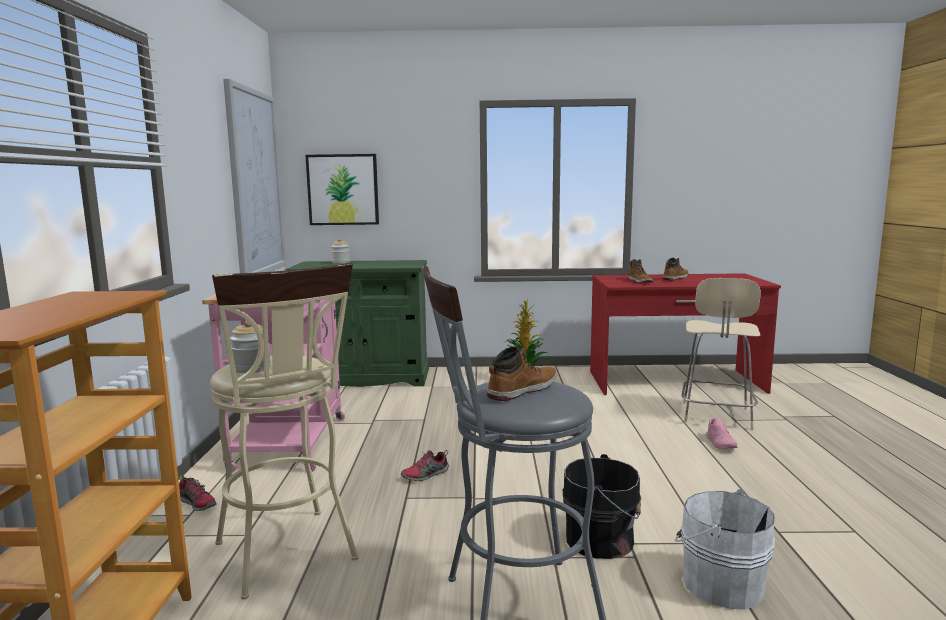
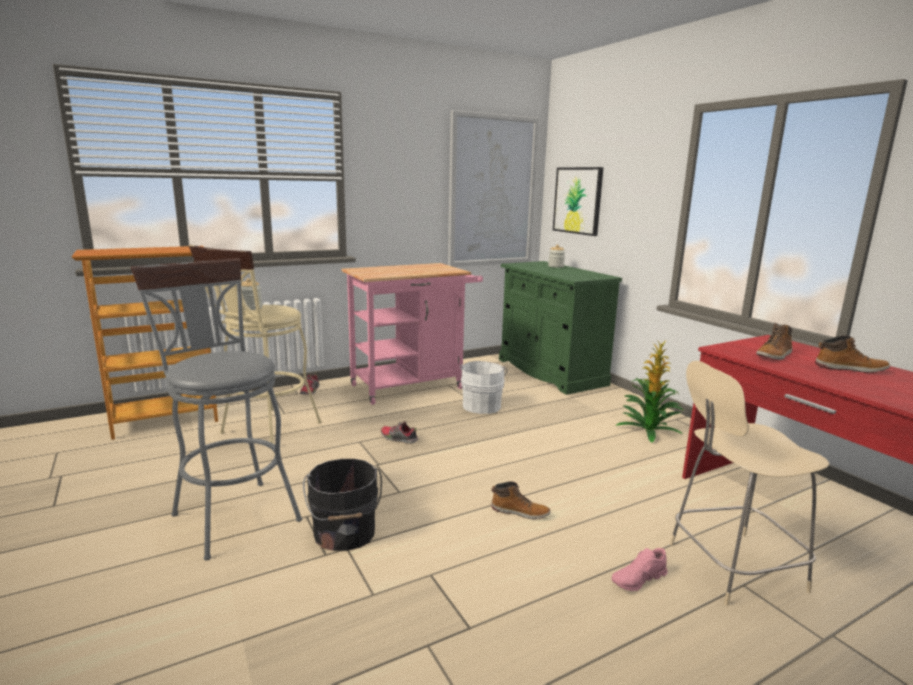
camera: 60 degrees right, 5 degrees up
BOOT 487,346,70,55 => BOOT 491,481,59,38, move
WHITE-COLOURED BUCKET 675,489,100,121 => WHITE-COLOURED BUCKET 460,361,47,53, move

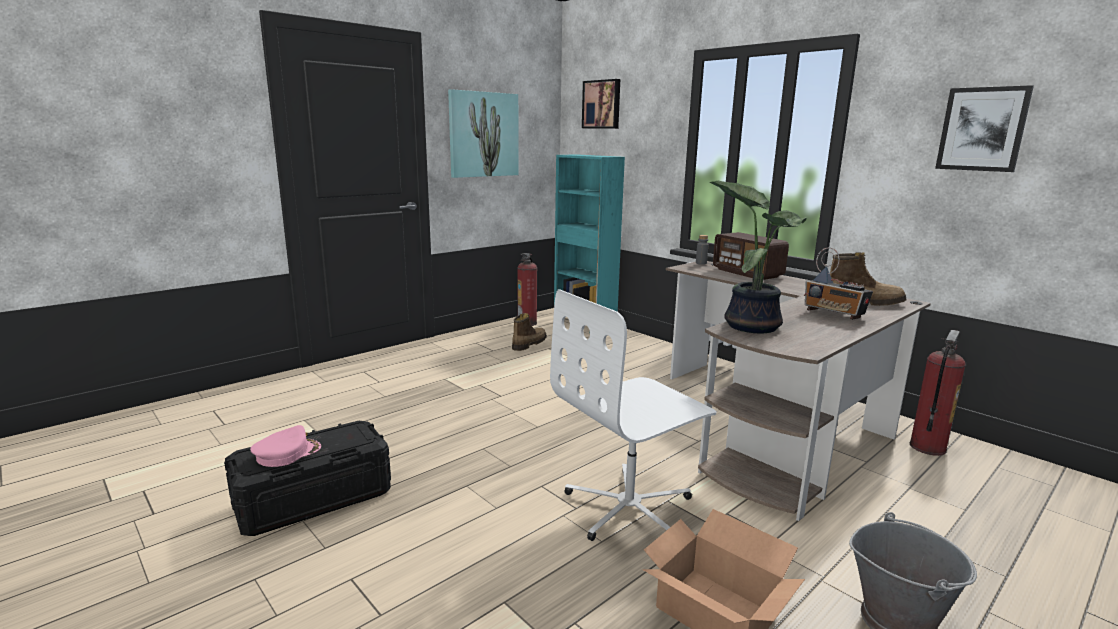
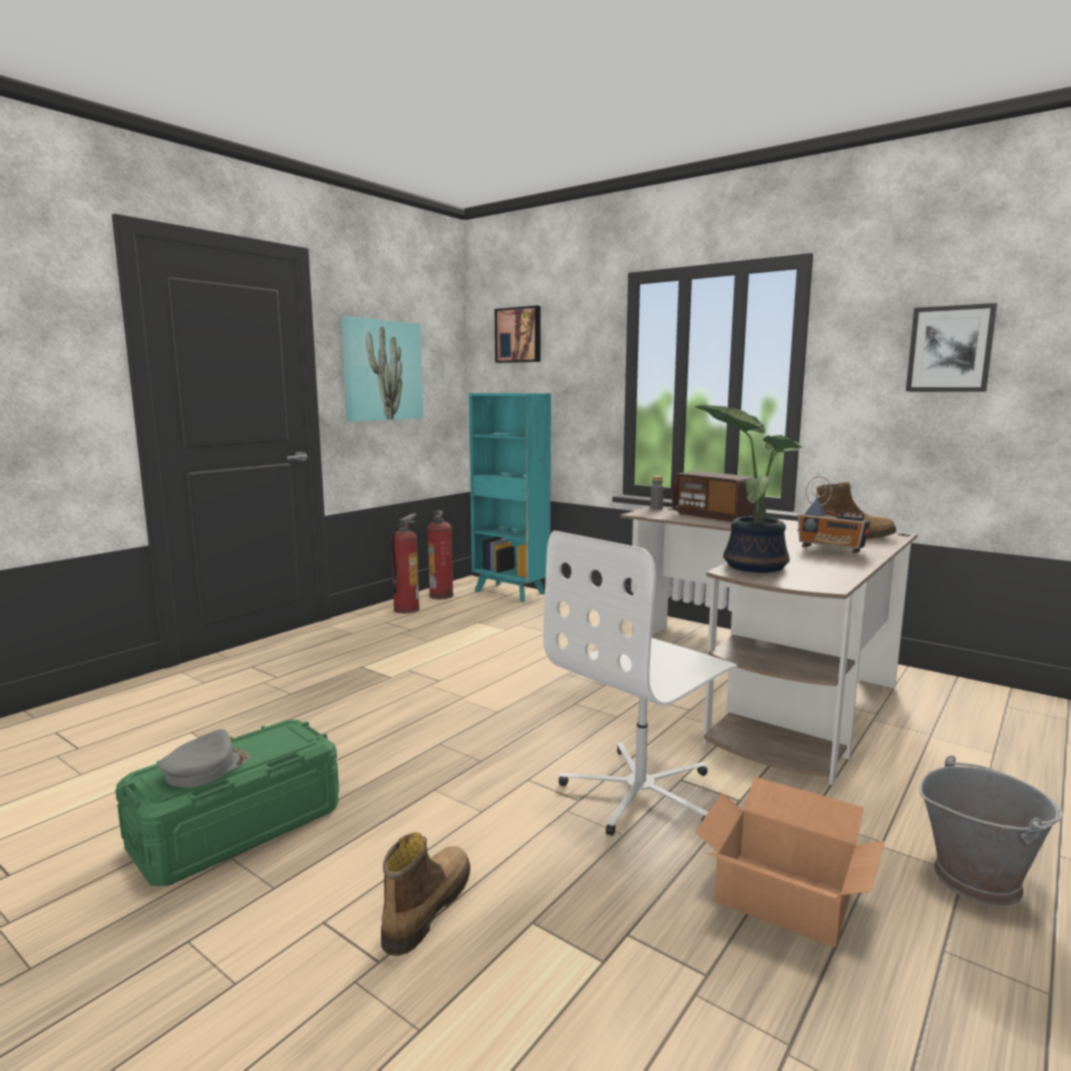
camera: 10 degrees left, 5 degrees down
BOOT 512,313,35,38 => BOOT 381,832,89,124, move
EXTINGUISHER 910,330,56,126 => EXTINGUISHER 391,514,29,99, move
BLACK-COLOURED STORAGE CONTAINER 224,421,167,115 => GREENISH STORAGE CONTAINER 115,720,224,166
PINKISH BASEBALL CAP 250,425,71,42 => GREYISH BASEBALL CAP 158,729,92,58

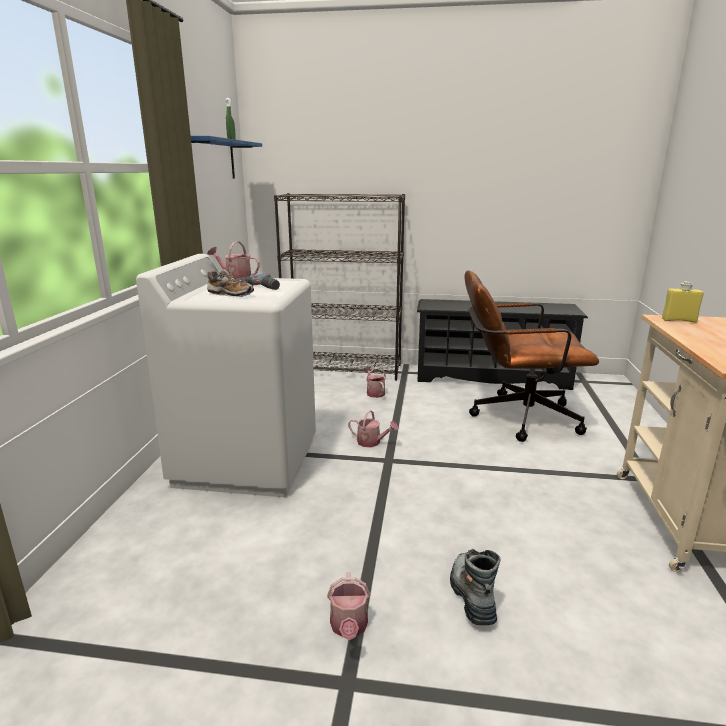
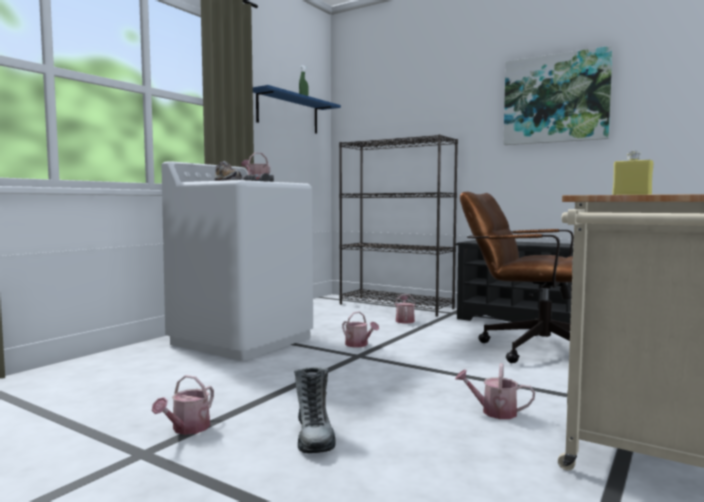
camera: 25 degrees right, 15 degrees down
BOOT 450,549,51,76 => BOOT 294,367,42,86, 150 degrees clockwise
nothing => WALL ART 503,46,110,99
nothing => SPRINKLING CAN 455,363,80,56

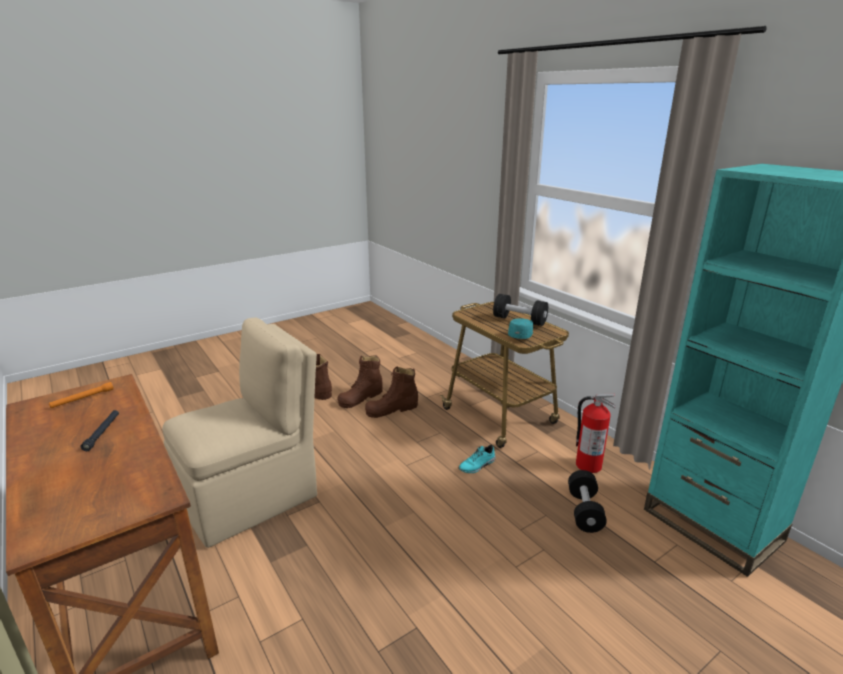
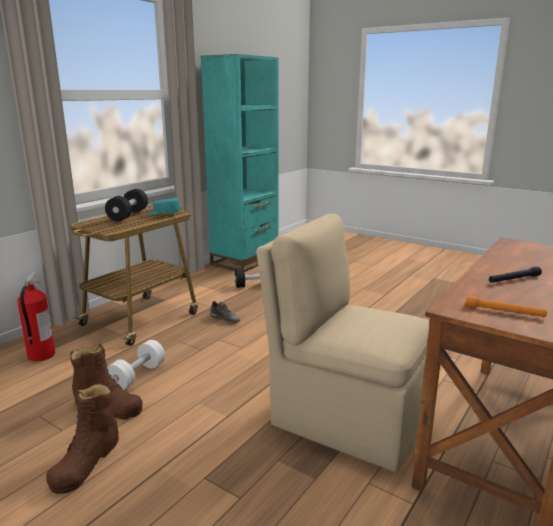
camera: 110 degrees left, 5 degrees down
BROWNISH BOOT 365,366,53,52 => WHITE-COLOURED DUMBBELL 107,340,58,50
EXTINGUISHER 576,394,40,79 => EXTINGUISHER 17,271,38,91, move
TURQUOISE-COLOURED SHOE 458,445,38,28 => GREYISH SHOE 210,301,30,23

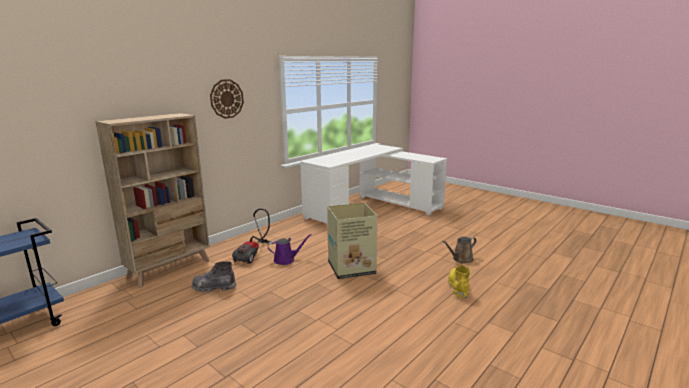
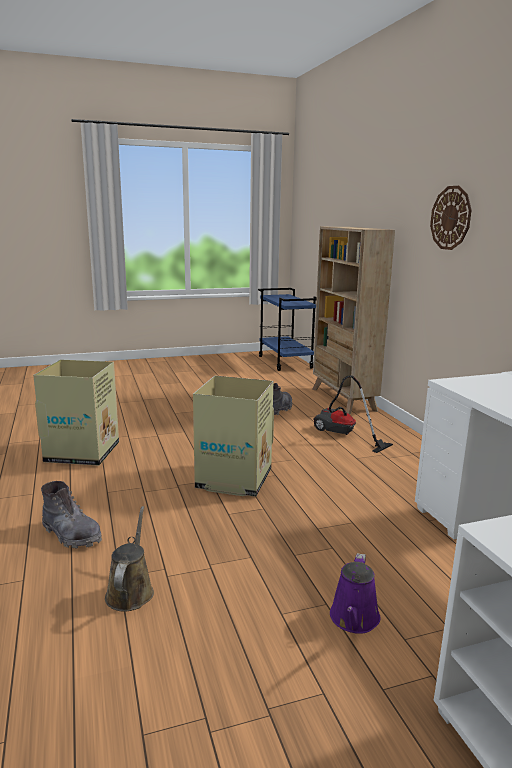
camera: 120 degrees right, 0 degrees up
PURPLE SPRINKLING CAN 268,234,44,31 => PURPLE SPRINKLING CAN 330,553,50,81, move
YELLOW BOOT 448,265,22,33 => GREYISH BOOT 41,481,61,67
nothing => CARTON 33,360,86,105

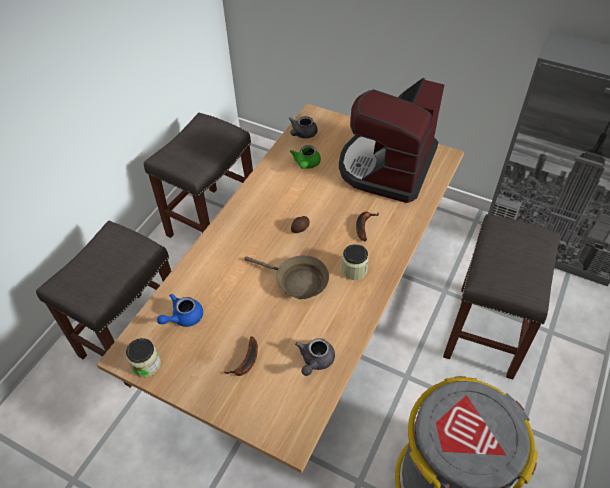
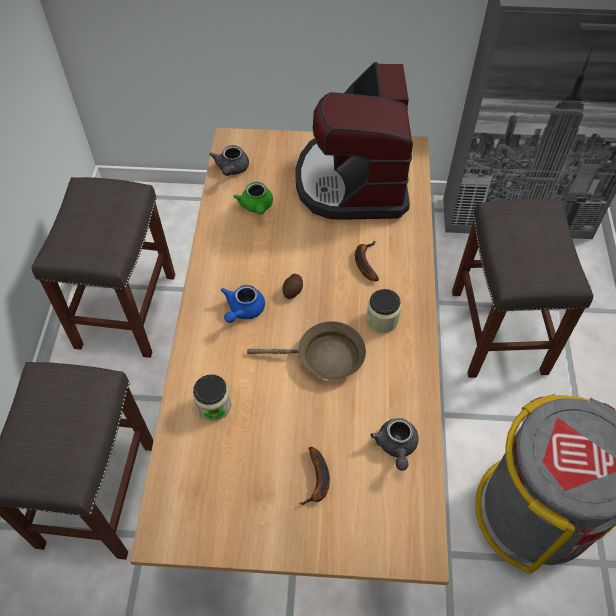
camera: 25 degrees left, 5 degrees up
BLUE TEA POT 157,294,46,33 => BLUE TEA POT 221,285,44,38, move
JAR 126,338,35,39 => JAR 193,375,38,46, move

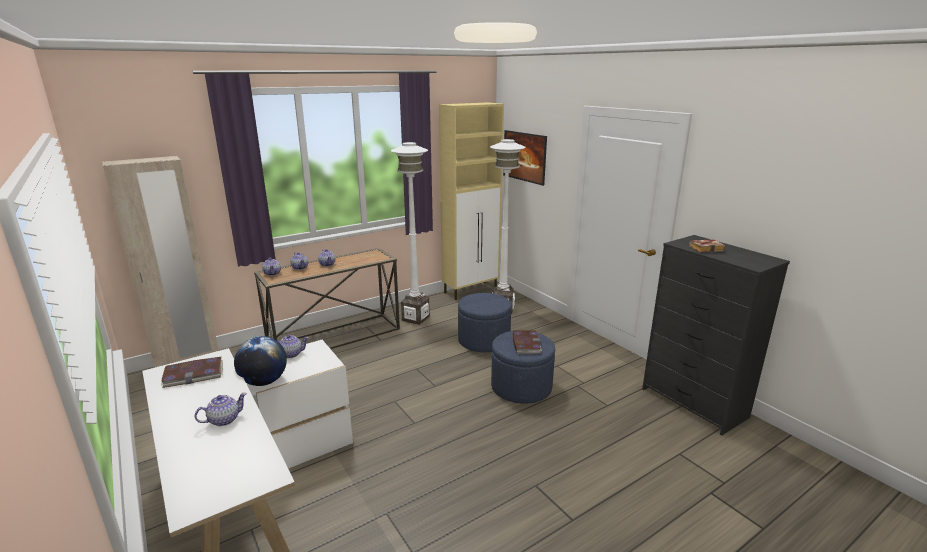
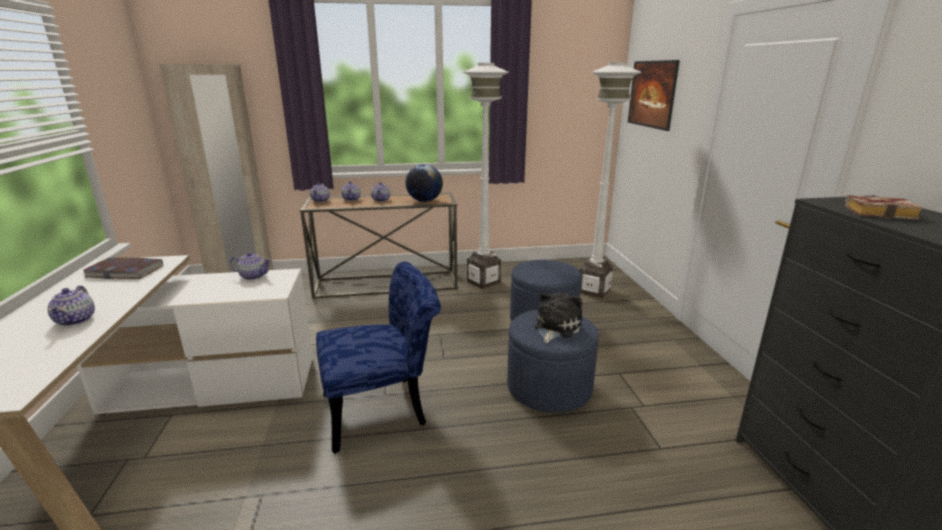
camera: 25 degrees right, 0 degrees up
SAND-COLOURED CUPBOARD 439,102,65,198 => nothing
BOOK 513,330,29,24 => PLUSH TOY 534,292,48,51
DESK GLOBE 234,336,53,50 => DESK GLOBE 405,164,38,38, move
TEA POT 195,393,52,33 => TEA POT 47,286,48,40, 90 degrees clockwise
nothing => BLUE UPRIGHT CHAIR 316,262,125,192

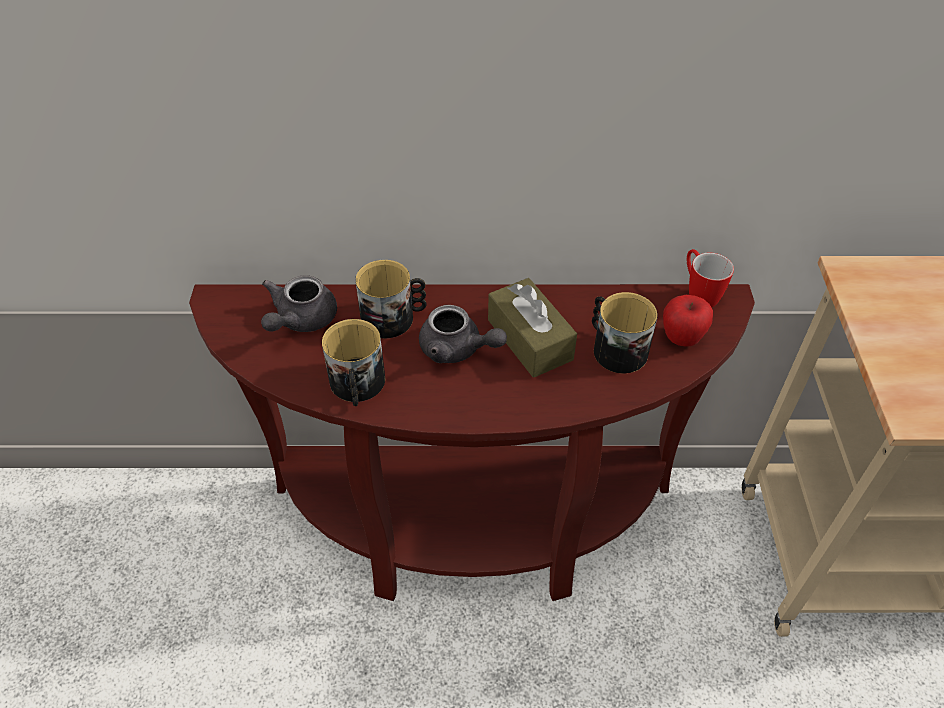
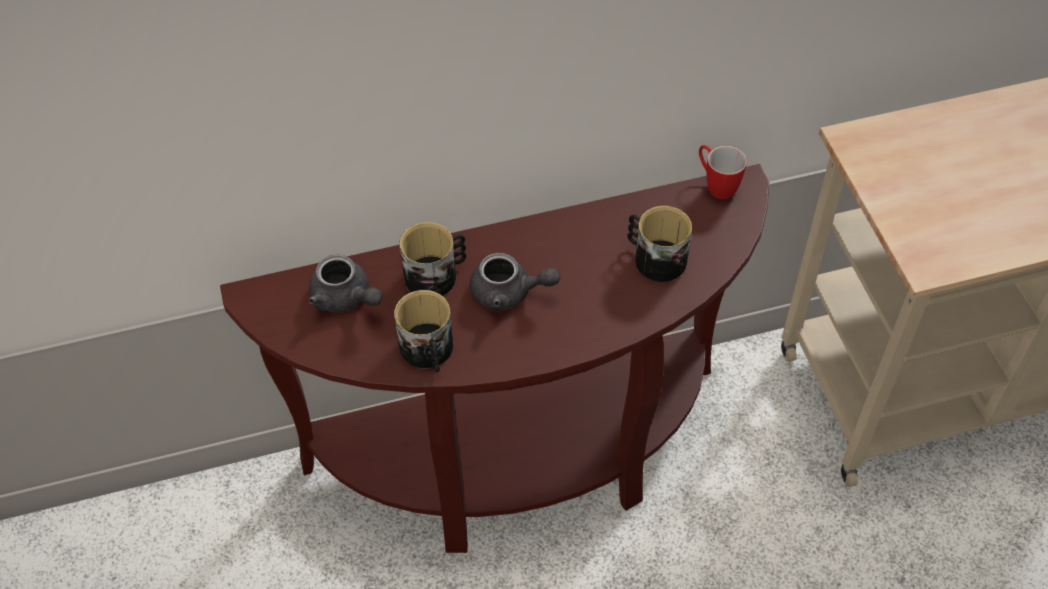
camera: 15 degrees left, 5 degrees up
GREYISH TEA POT 261,275,76,57 => GREYISH TEA POT 309,255,74,57, 60 degrees counterclockwise
BROWNISH TISSUE BOX 488,278,89,100 => nothing
WHOLE APPLE 663,295,50,52 => nothing

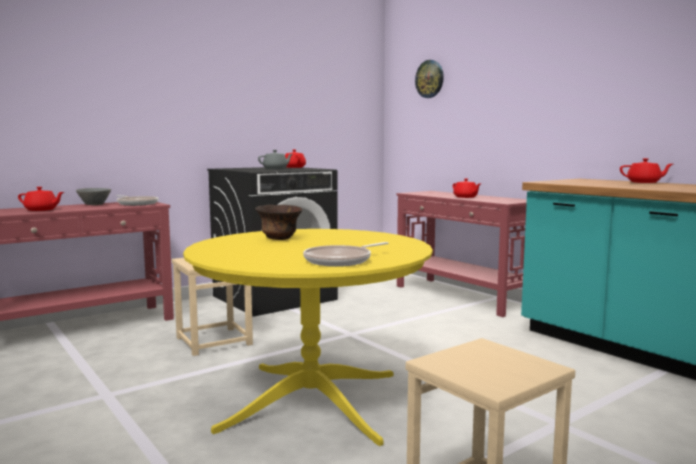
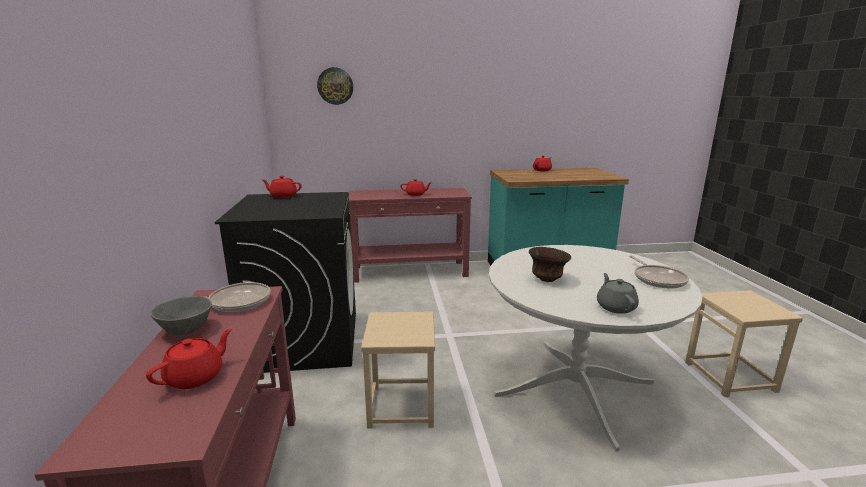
camera: 60 degrees left, 10 degrees up
GREYISH TEA POT 258,150,34,19 => GREYISH TEA POT 597,273,42,41, move
YELLOW DINING TABLE 183,229,250,217 => WHITE-COLOURED DINING TABLE 489,245,214,207

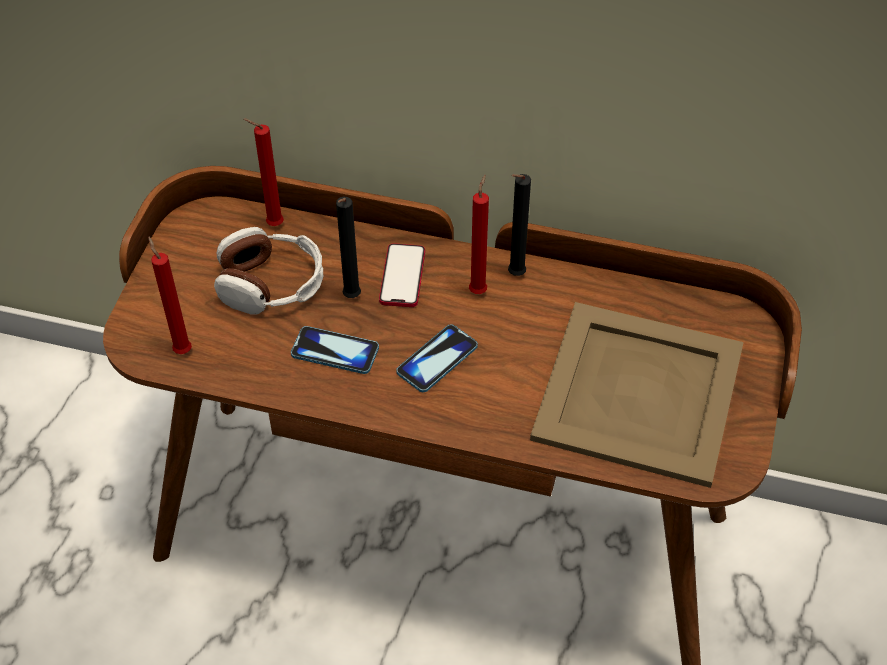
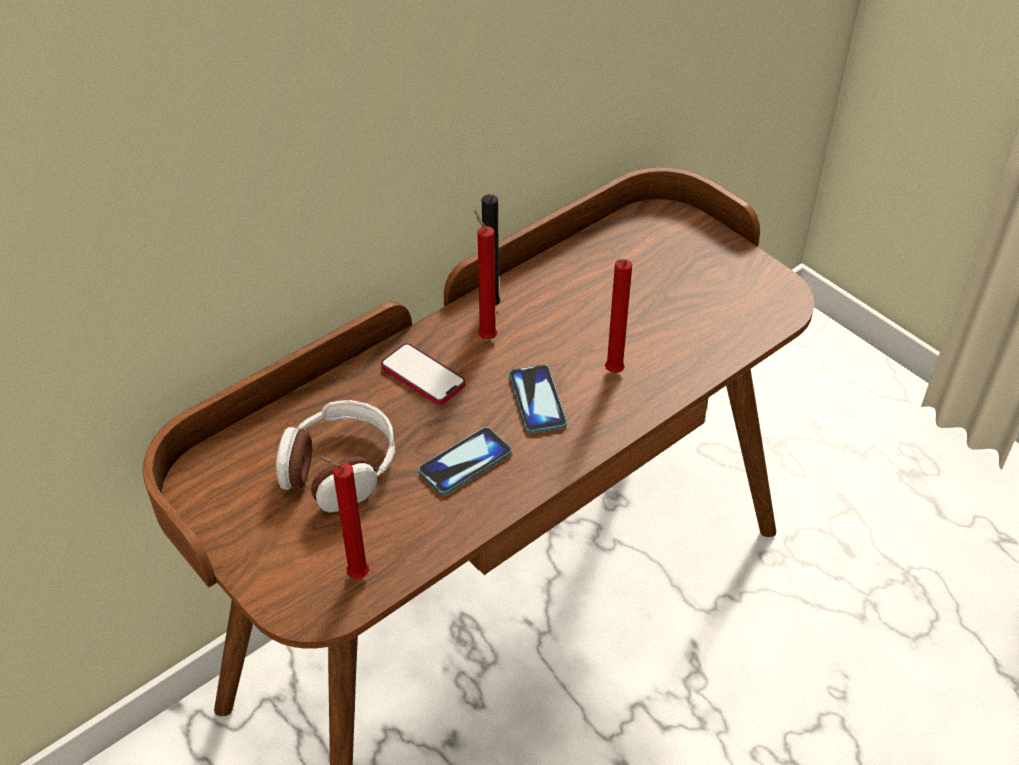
camera: 55 degrees left, 5 degrees down
REDDISH CANDLE 244,119,40,107 => REDDISH CANDLE 605,259,27,114, move
BLACK-COLOURED CANDLE 336,197,25,101 => nothing
SAND-COLOURED TRAY 530,302,214,186 => nothing

